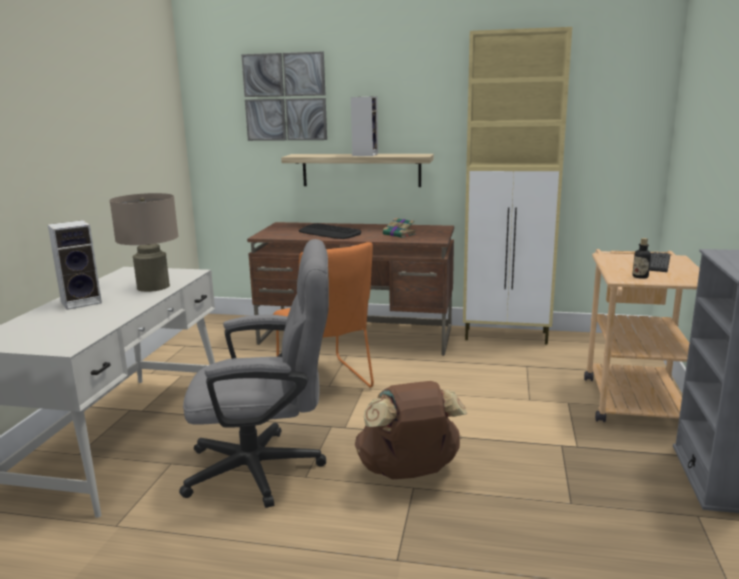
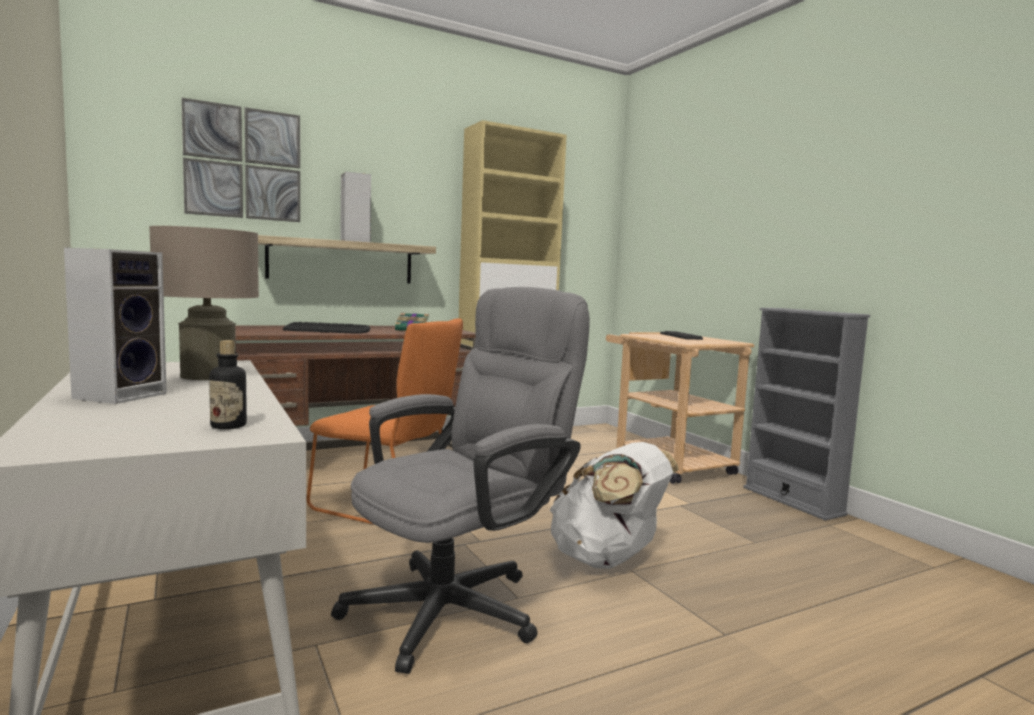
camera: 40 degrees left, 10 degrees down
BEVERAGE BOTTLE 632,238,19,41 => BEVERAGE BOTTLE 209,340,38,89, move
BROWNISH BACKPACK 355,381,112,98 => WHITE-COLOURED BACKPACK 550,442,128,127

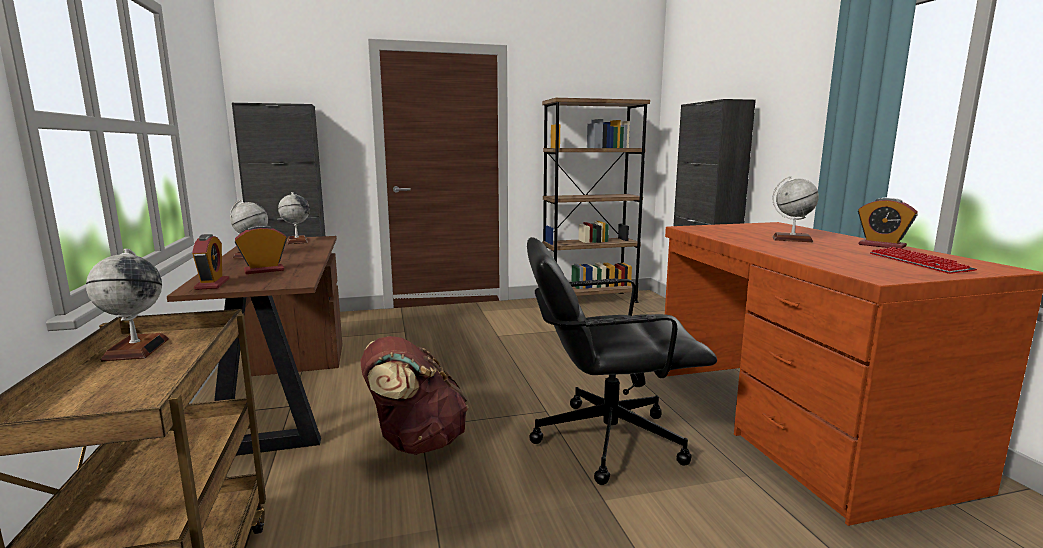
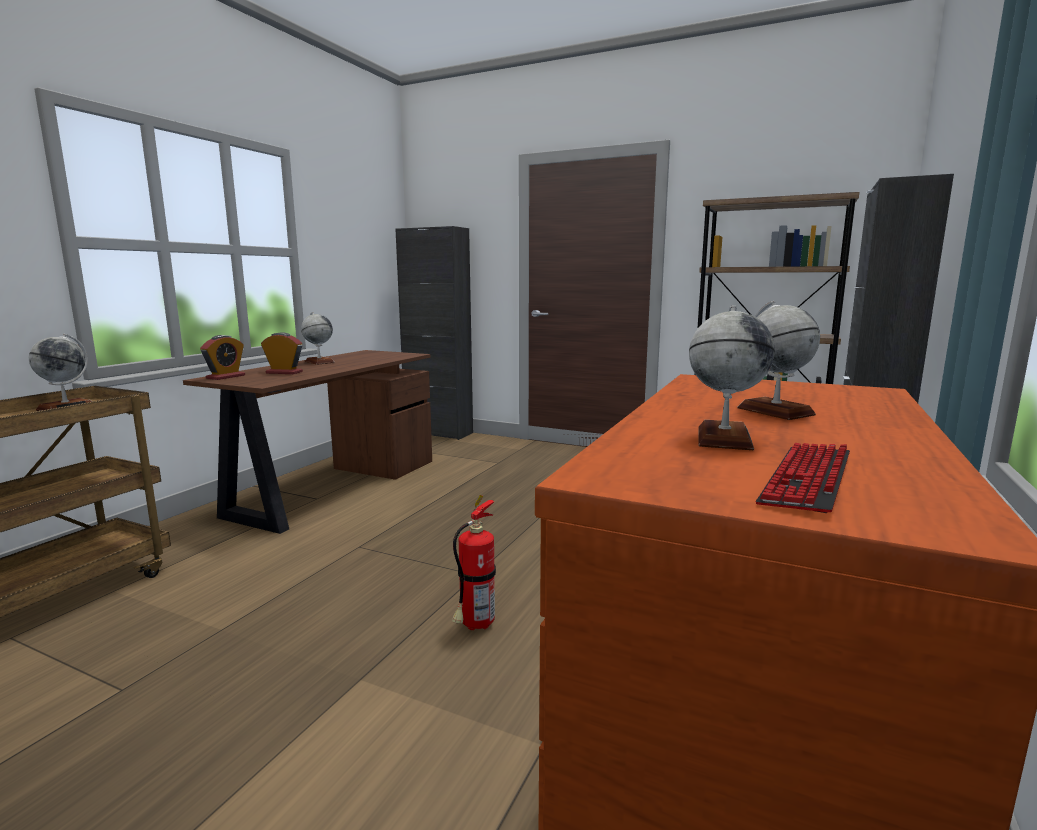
camera: 40 degrees right, 0 degrees up
DESK GLOBE 278,192,32,52 => DESK GLOBE 689,305,86,145, move
BEDSIDE CLOCK 858,197,60,52 => nothing
BLACK-COLOURED DESK CHAIR 527,237,190,248 => EXTINGUISHER 452,495,44,135
BROWNISH BACKPACK 361,336,108,119 => nothing

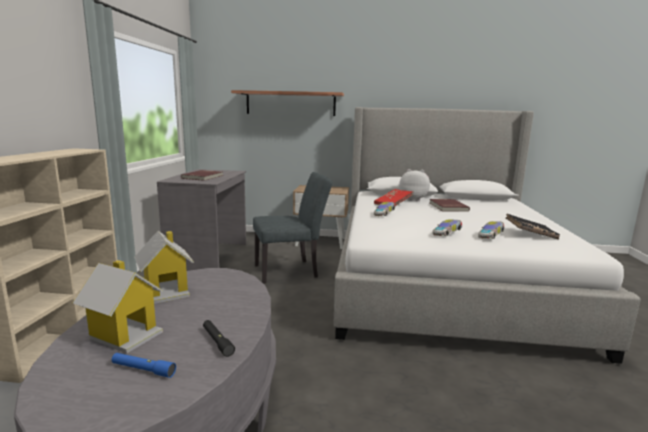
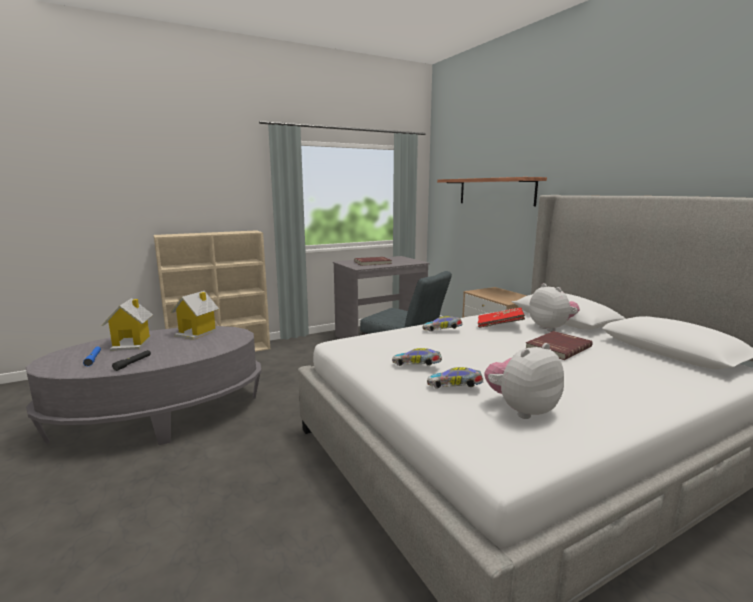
camera: 55 degrees right, 0 degrees up
BLACK-COLOURED BOOK 506,214,54,26 => PLUSH TOY 484,343,80,76

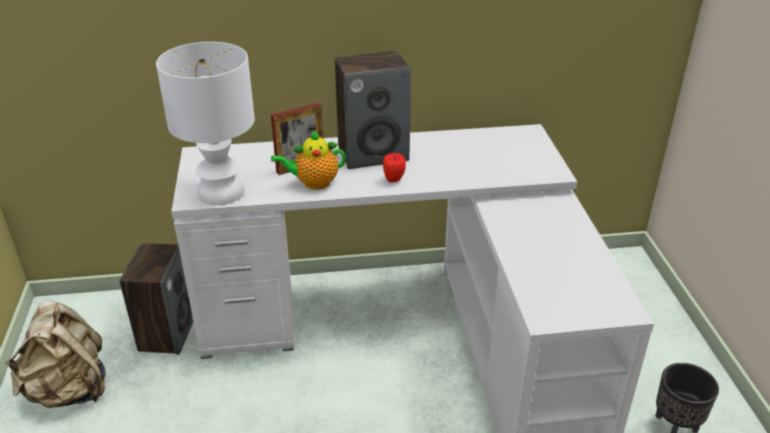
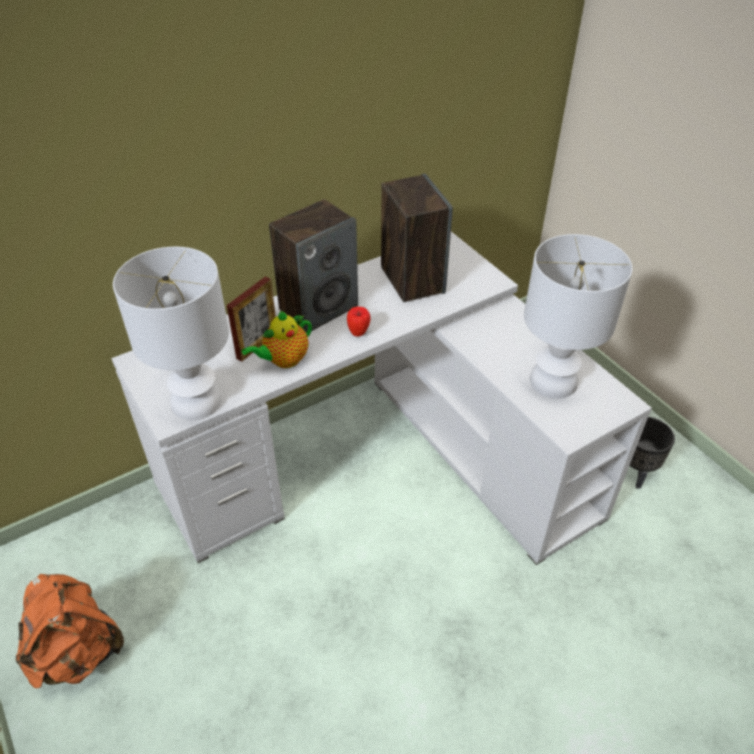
camera: 25 degrees left, 10 degrees up
SPEAKER 119,243,74,112 => SPEAKER 381,174,72,128, move
SAND-COLOURED BACKPACK 5,300,101,108 => ORANGE-COLOURED BACKPACK 16,574,108,114
nothing => WHITE-COLOURED TABLE LAMP 524,234,108,165

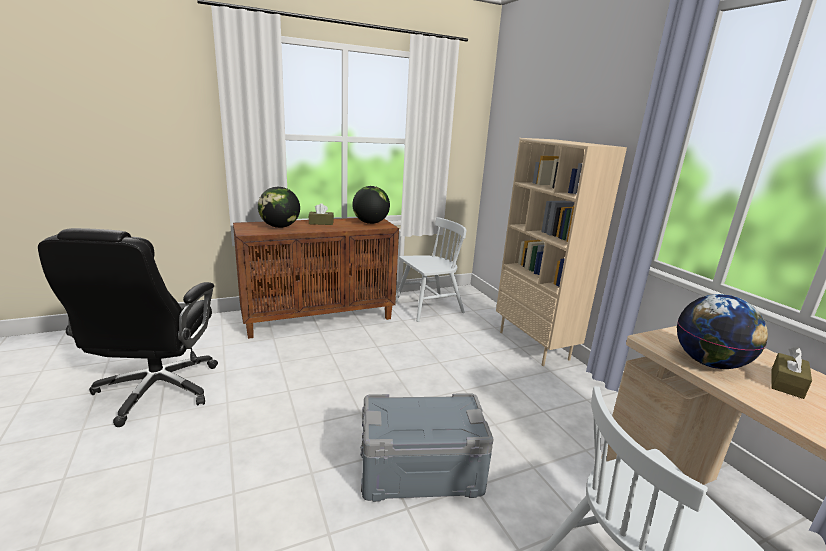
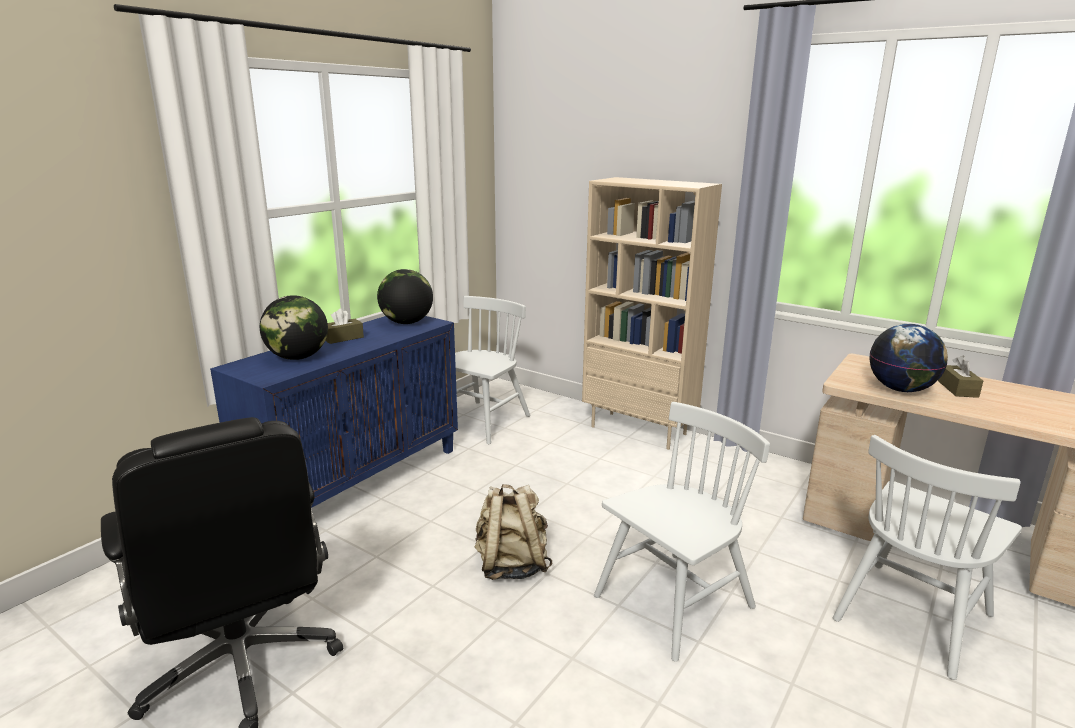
camera: 30 degrees left, 0 degrees up
BROWNISH CUPBOARD 233,218,166,121 => BLUE CUPBOARD 210,316,248,192
GREYISH STORAGE CONTAINER 361,394,133,108 => WHITE-COLOURED UPRIGHT CHAIR 594,402,176,260
nothing => SAND-COLOURED BACKPACK 474,484,79,96

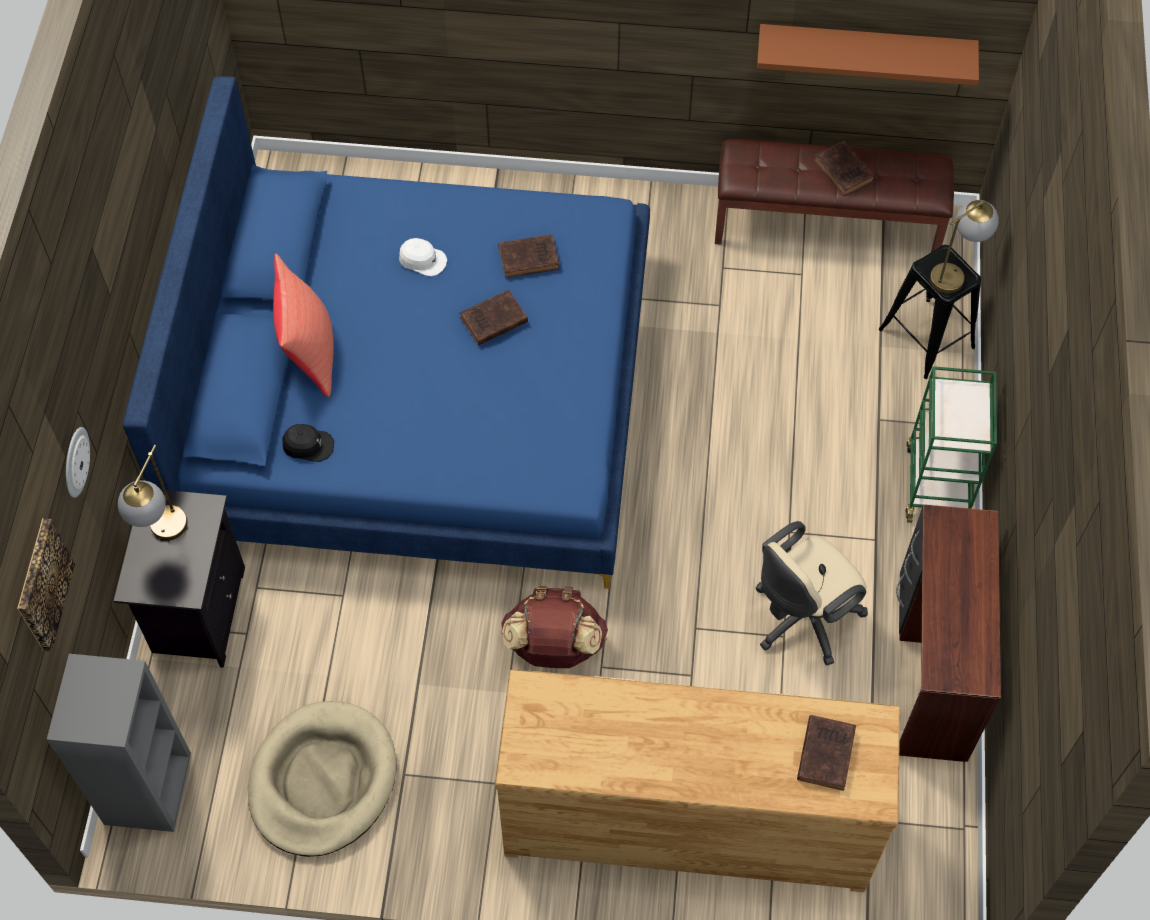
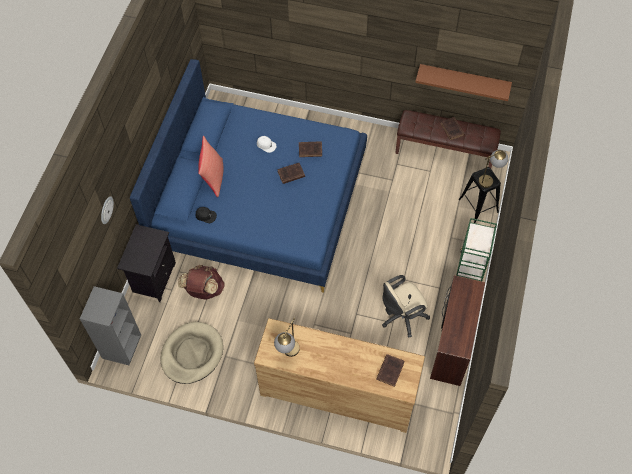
camera: 10 degrees right, 0 degrees up
TABLE LAMP 118,445,70,95 => TABLE LAMP 274,318,26,39, move
WALL ART 17,518,58,133 => nothing
BROWNISH BACKPACK 501,586,107,82 => BROWNISH BACKPACK 178,265,46,35, move

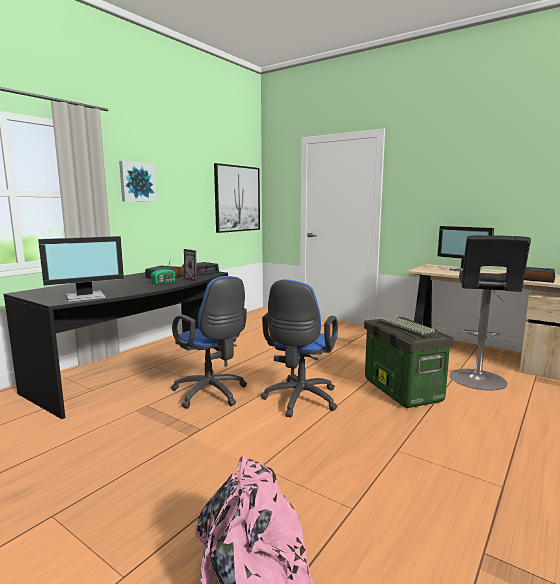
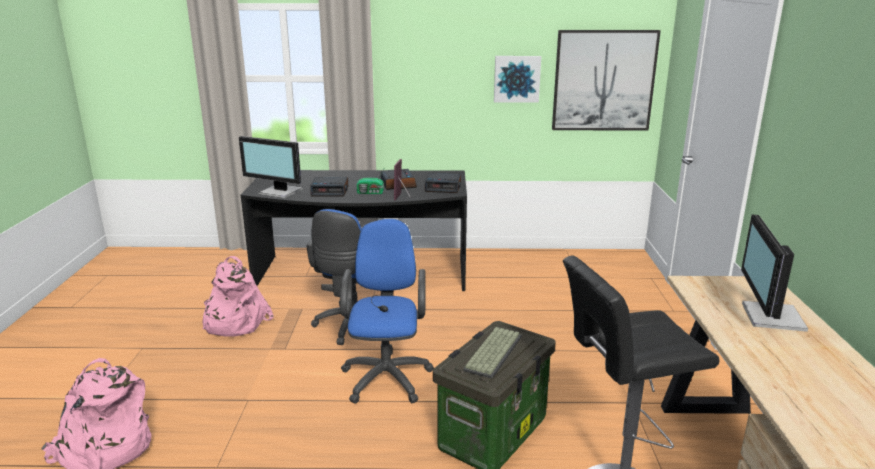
camera: 55 degrees right, 10 degrees up
WALL ART 119,161,38,41 => WALL ART 494,56,47,47, move
BEDSIDE CLOCK 524,267,31,16 => BEDSIDE CLOCK 310,177,38,20, move
BLUE DESK CHAIR 261,279,77,139 => BLUE DESK CHAIR 340,219,94,185, 105 degrees clockwise
nothing => PINKISH BACKPACK 202,256,72,81

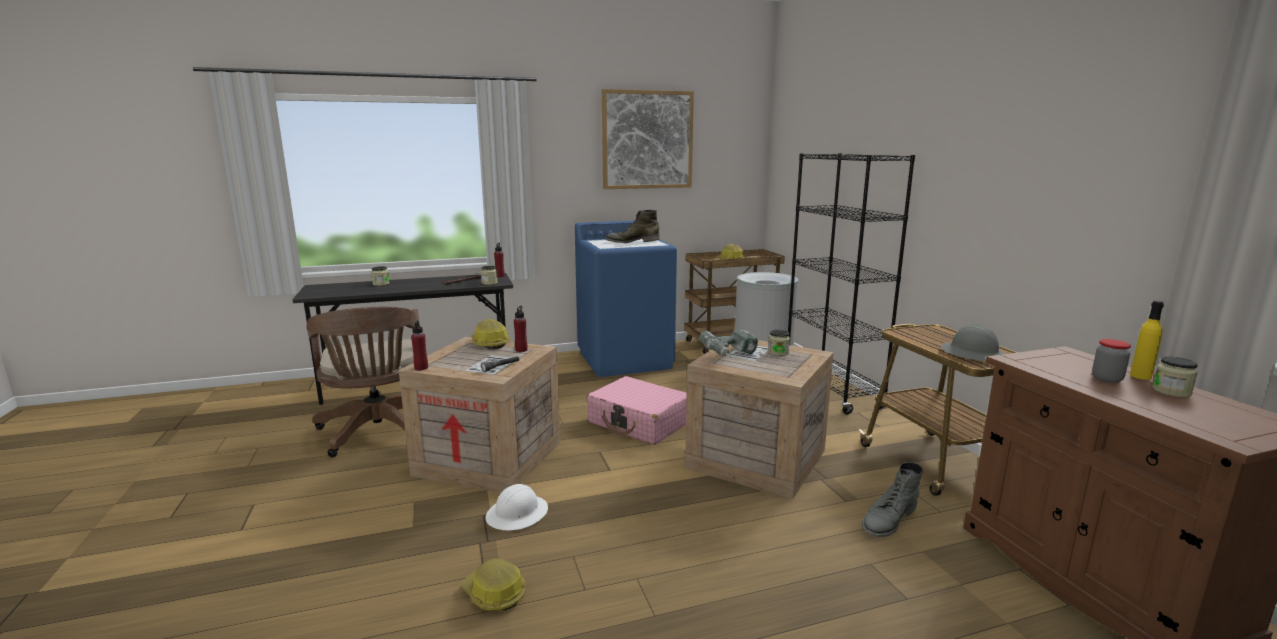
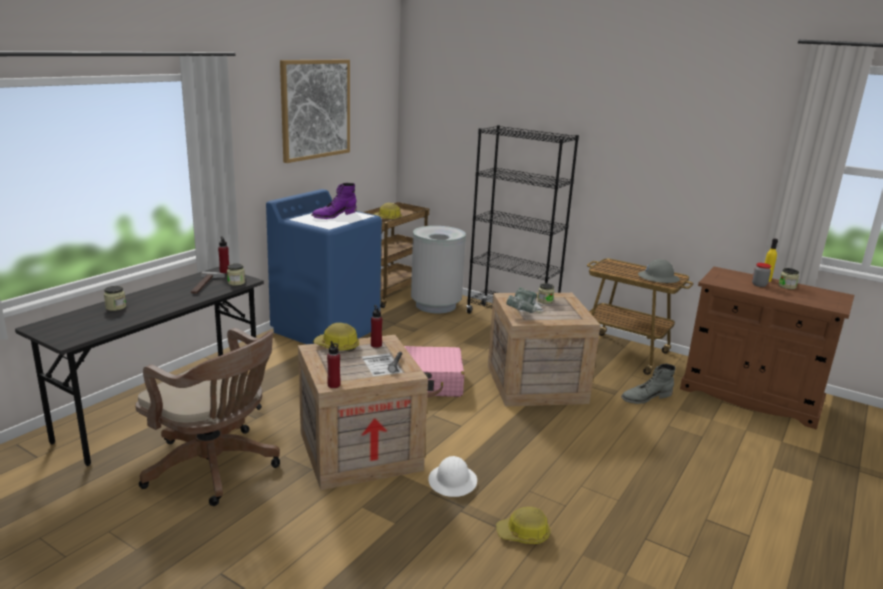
camera: 40 degrees left, 5 degrees up
GREENISH BOOT 605,210,55,33 => PURPLE BOOT 311,183,46,36
GREYISH BOOT 862,462,61,75 => GREYISH BOOT 621,364,55,40, 60 degrees clockwise

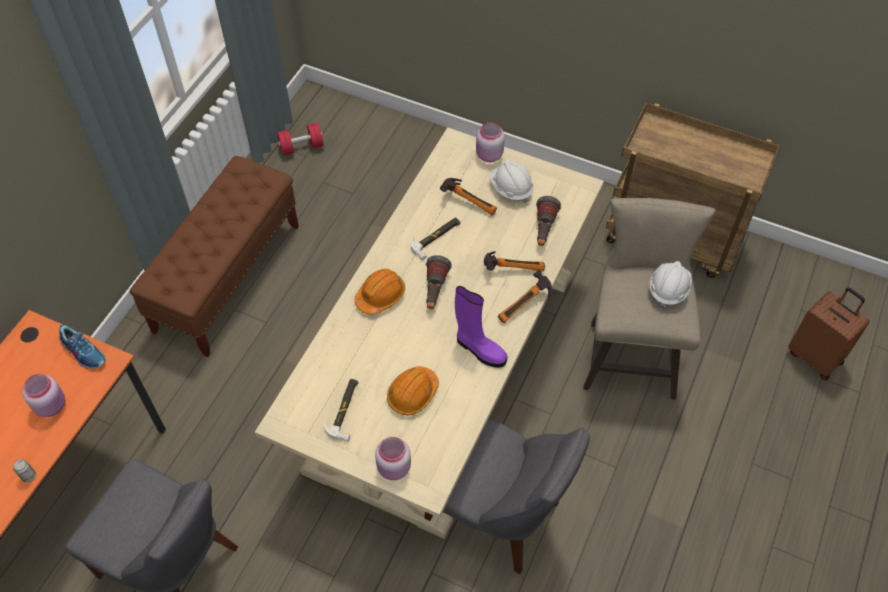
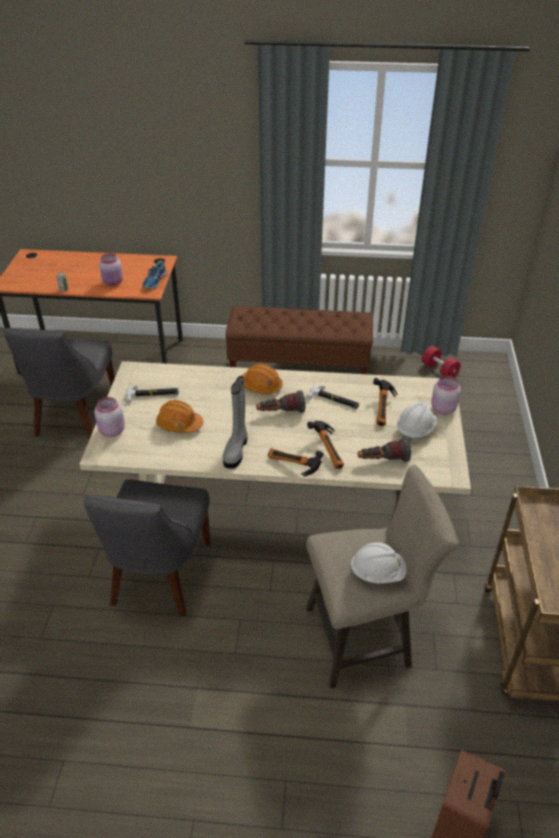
camera: 70 degrees right, 15 degrees down
PURPLE BOOT 455,286,52,82 => GREYISH BOOT 223,376,24,93

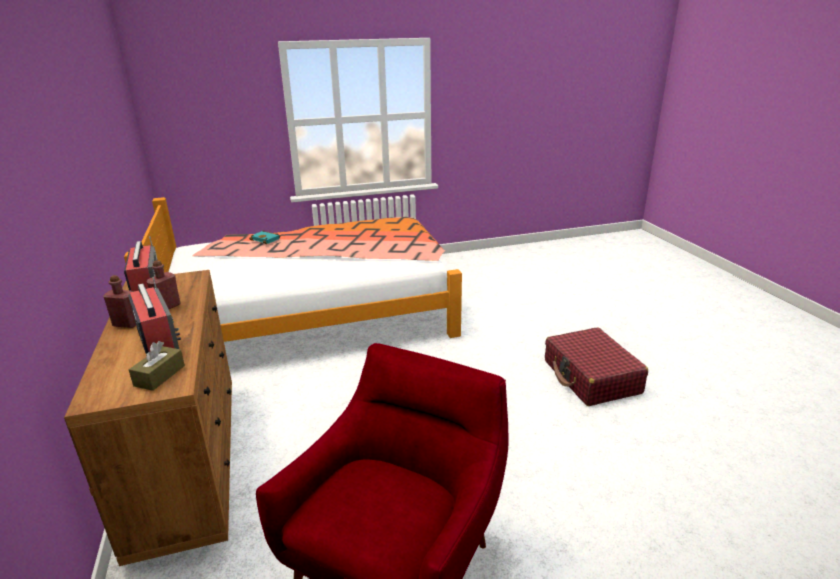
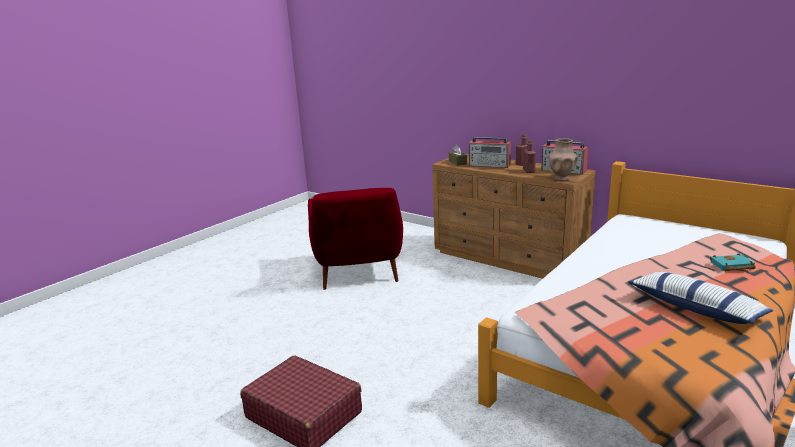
camera: 145 degrees right, 5 degrees down
nothing => BROWNISH VASE 549,138,28,43
nothing => PILLOW 628,271,145,53

